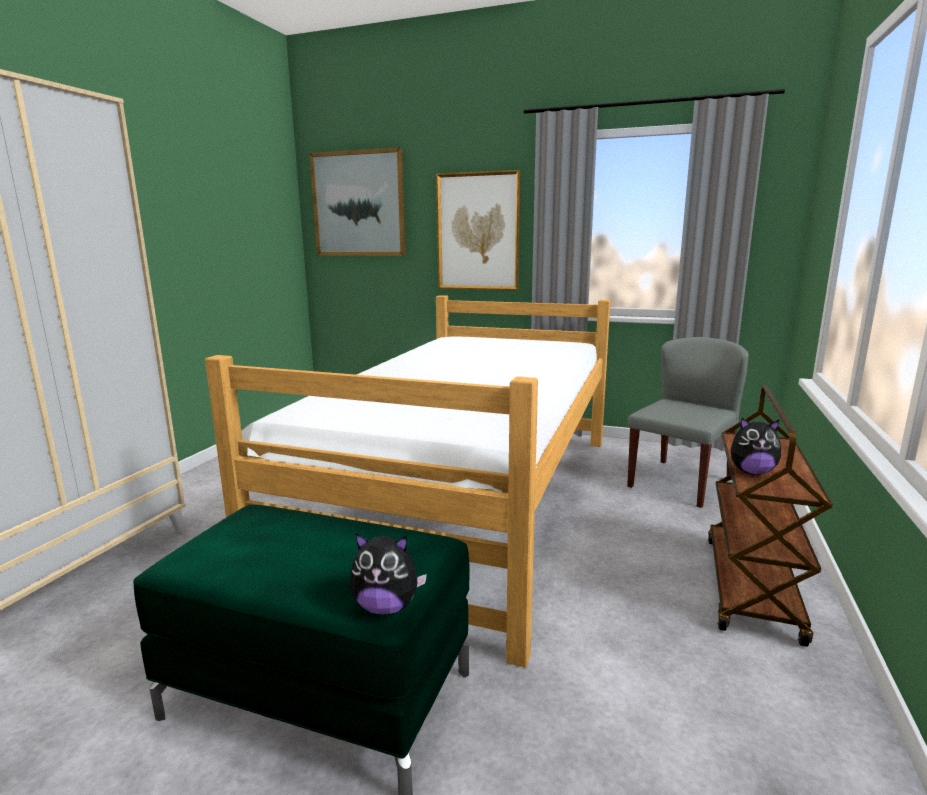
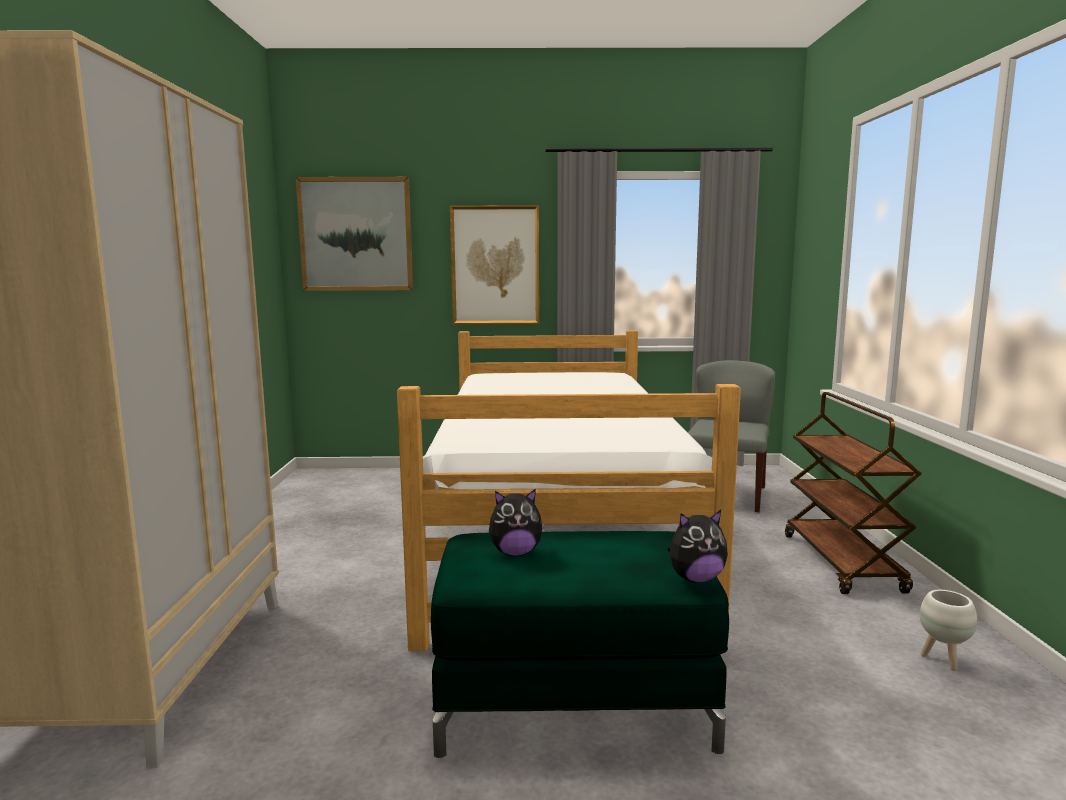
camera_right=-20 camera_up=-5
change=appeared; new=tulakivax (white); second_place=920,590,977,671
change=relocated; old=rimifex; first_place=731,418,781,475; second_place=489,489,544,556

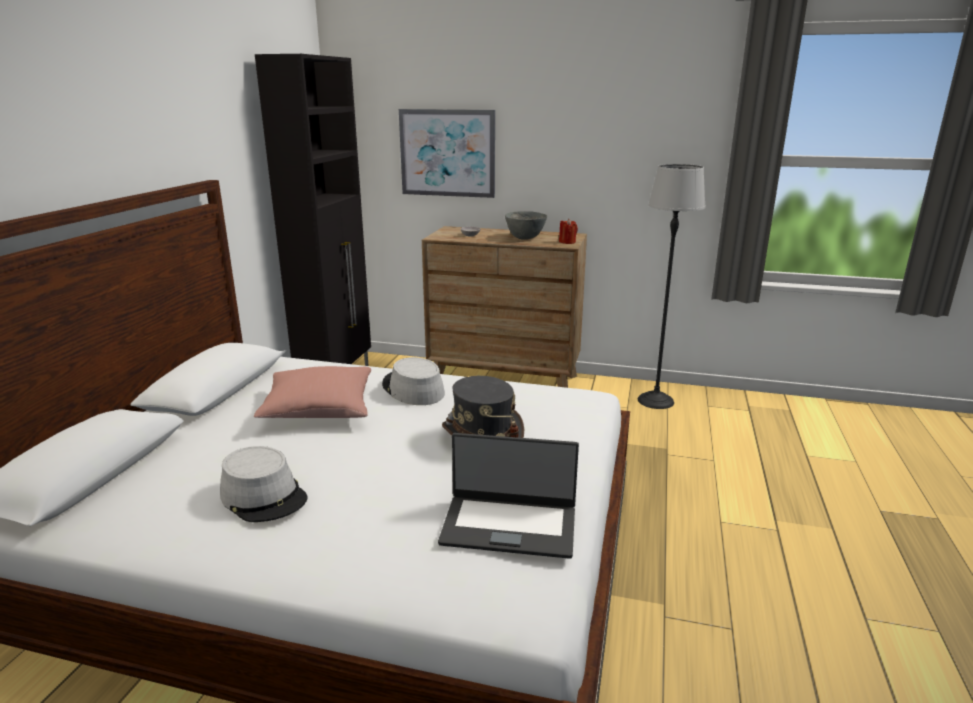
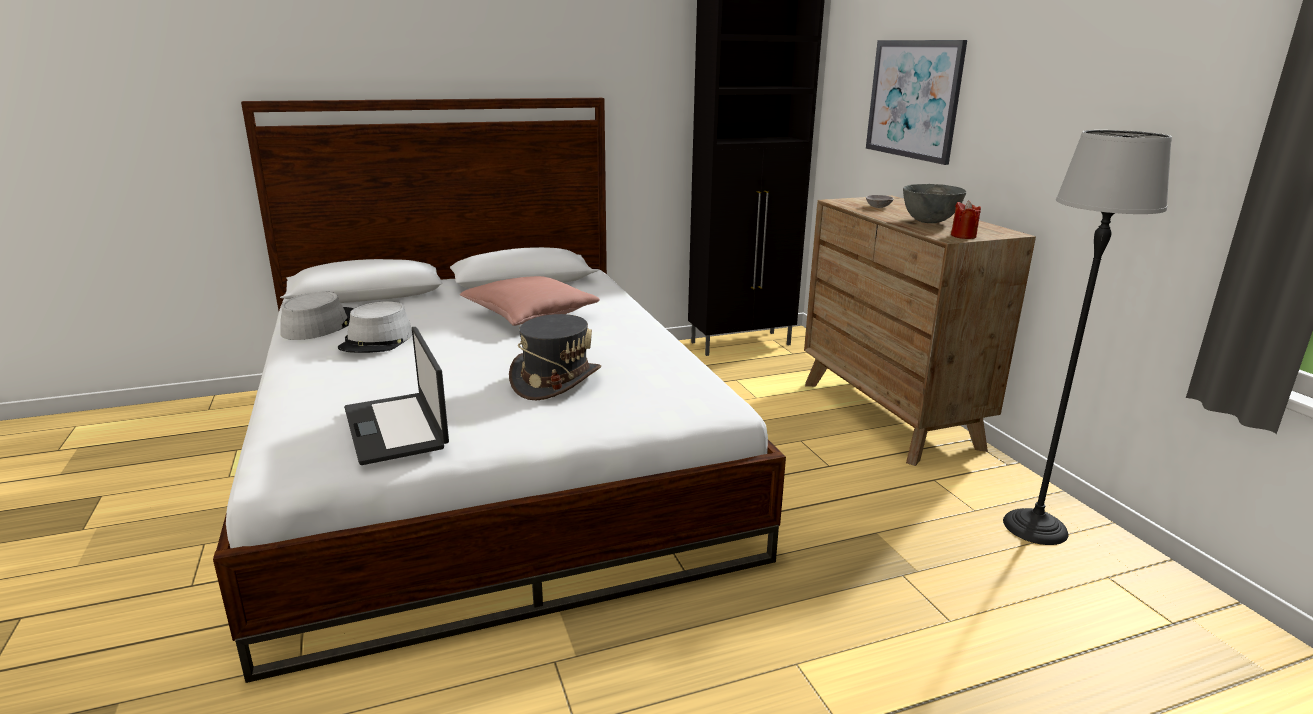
camera_right=55 camera_up=0
change=relocated; old=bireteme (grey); first_place=382,357,445,405; second_place=280,292,354,340

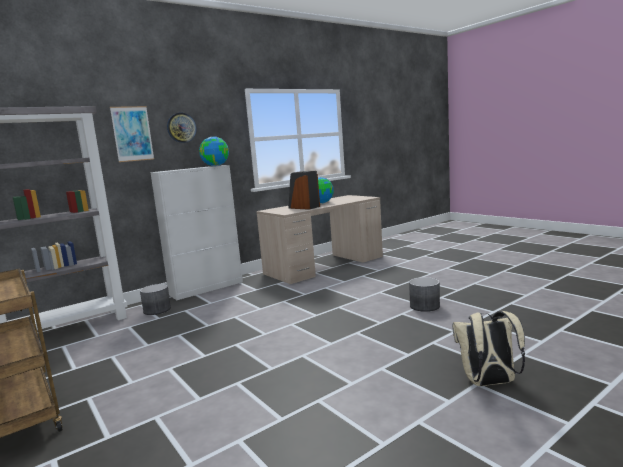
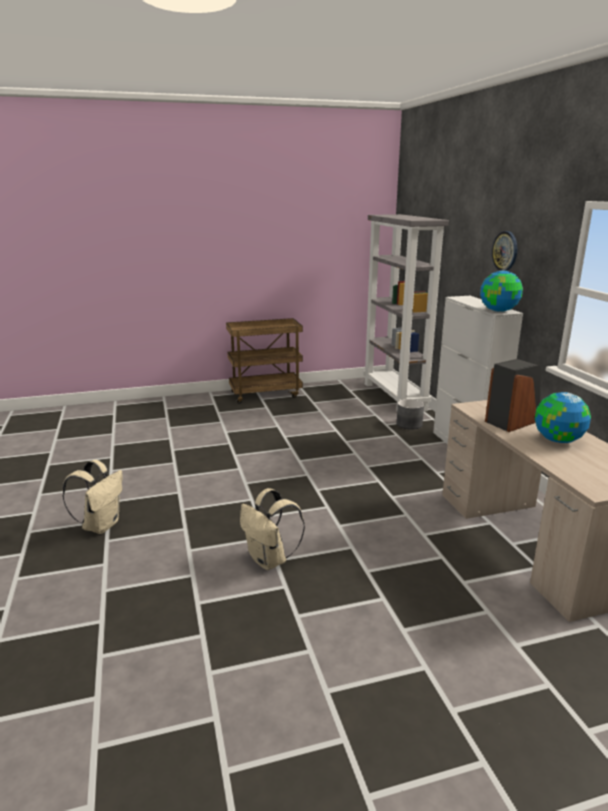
camera_right=110 camera_up=10
change=missing; old=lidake; first_place=110,106,154,162
change=exchanged; old=tulakivax (grey); new=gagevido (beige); first_place=409,277,440,312; second_place=240,488,305,570

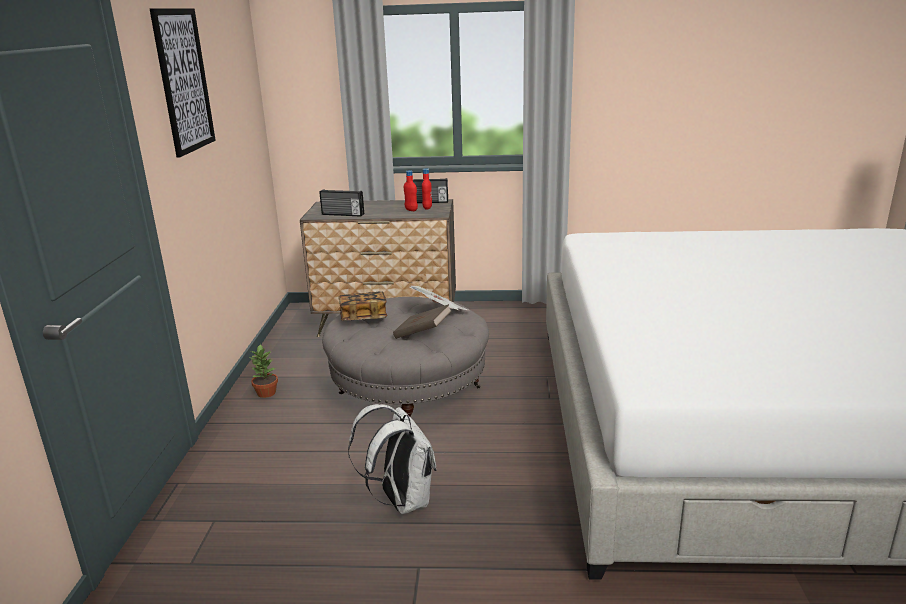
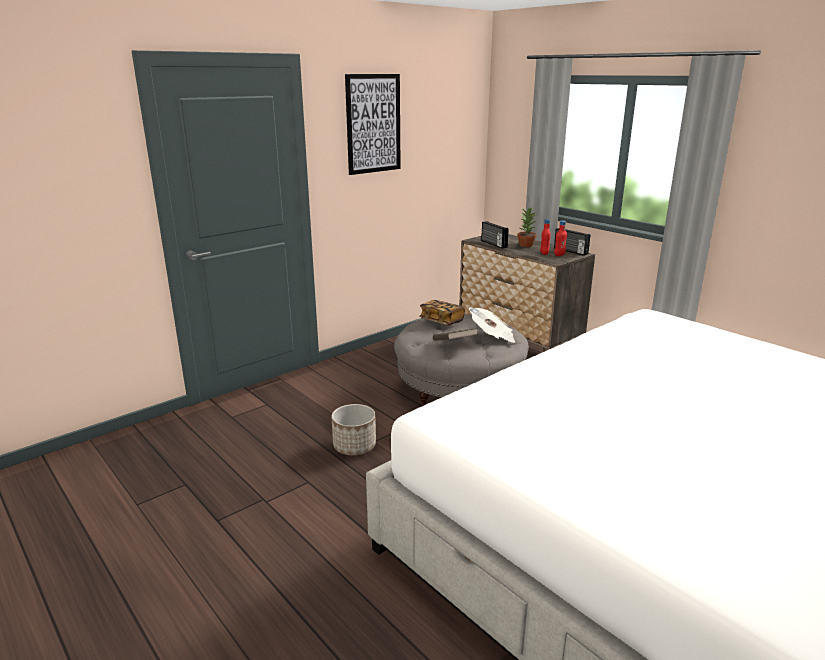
camera_right=45 camera_up=0
change=relocated; old=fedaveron; first_place=251,343,278,398; second_place=517,207,537,247
change=exchanged; old=gagevido (white); new=tulakivax; first_place=348,404,437,514; second_place=331,404,376,455

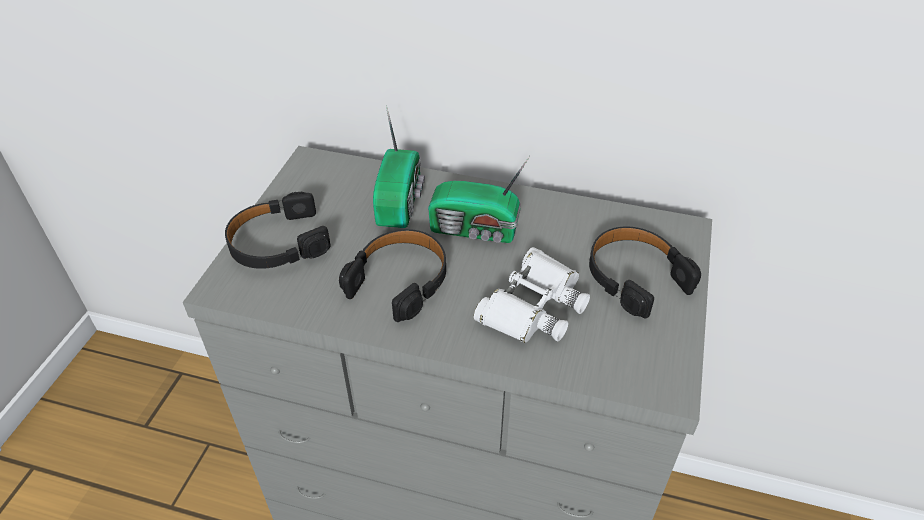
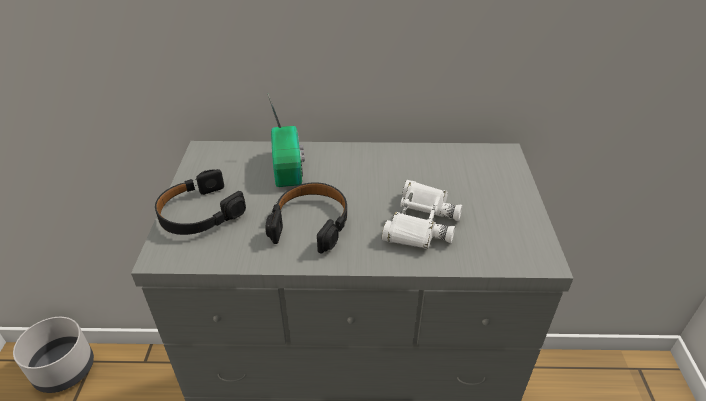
camera_right=-15 camera_up=-5
change=missing; old=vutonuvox; first_place=428,156,530,243
change=missing; old=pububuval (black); first_place=589,226,701,319
change=appeared; new=tulakivax (grey); second_place=13,317,94,393

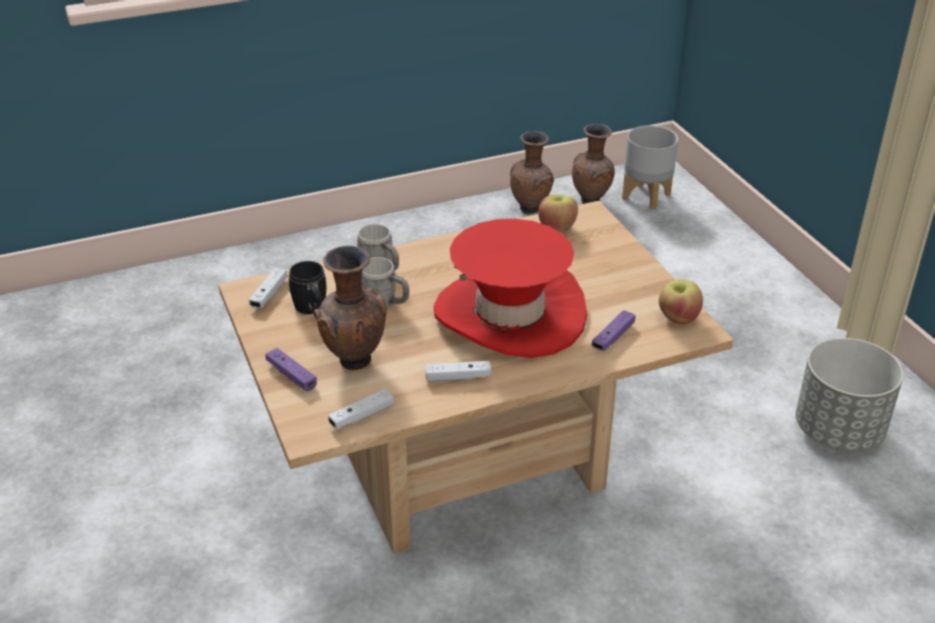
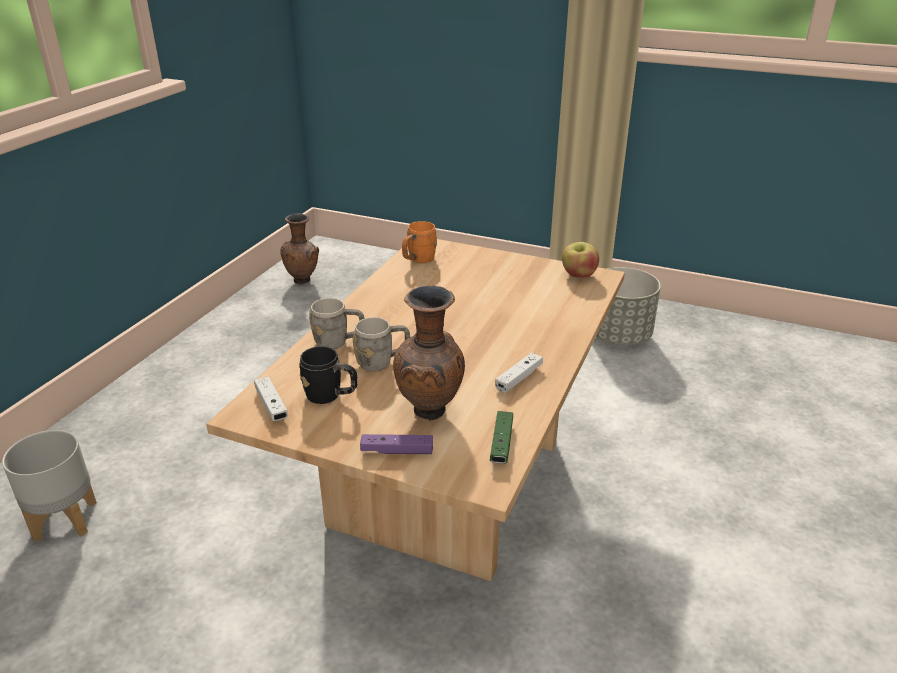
camera_right=-45 camera_up=-5
change=missing; old=bireteme (red); first_place=434,219,587,358
change=missing; old=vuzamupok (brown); first_place=510,131,554,214
change=missing; old=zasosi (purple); first_place=592,310,636,351
change=relocated; old=tulakivax (grey); first_place=622,125,678,209; second_place=2,430,97,542
change=exchanged; old=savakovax; new=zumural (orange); first_place=538,194,578,232; second_place=402,221,437,263
change=colour; old=zasosi (white); new=zasosi (green); first_place=328,389,394,429; second_place=490,411,513,464

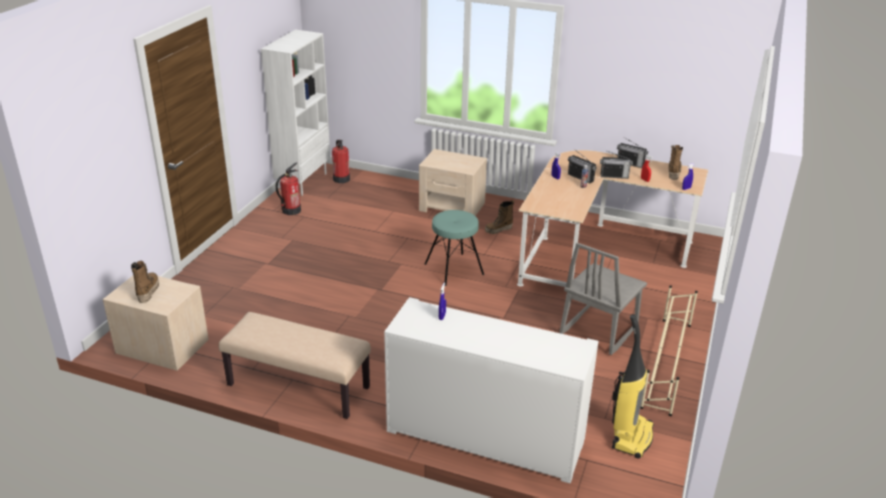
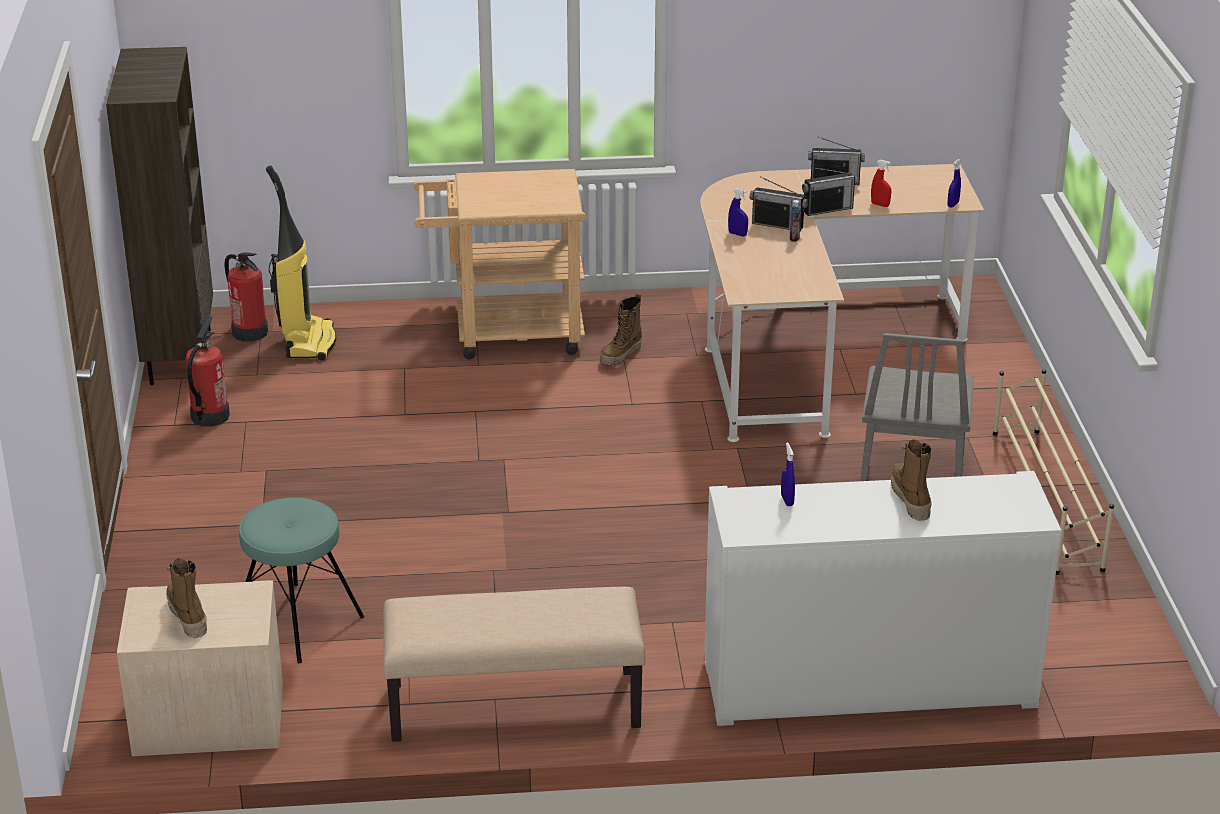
camera_right=-25 camera_up=0
change=relocated; old=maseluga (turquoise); first_place=425,210,484,286; second_place=239,498,364,664
change=relocated; old=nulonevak; first_place=612,314,654,459; second_place=266,165,336,360
change=relocated; old=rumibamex; first_place=668,145,683,180; second_place=891,439,931,521
change=exchanged; old=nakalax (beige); new=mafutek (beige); first_place=419,149,487,216; second_place=414,169,585,360
change=colour; old=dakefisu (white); new=dakefisu (brown); first_place=261,29,330,196; second_place=106,47,213,385

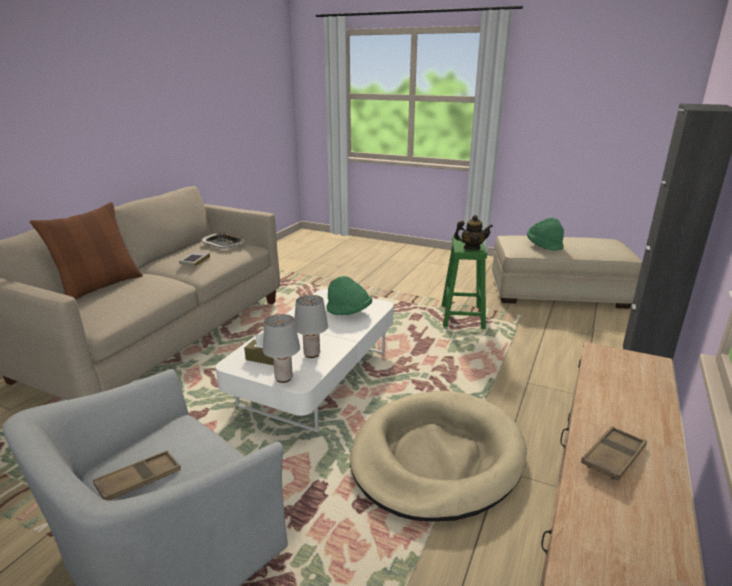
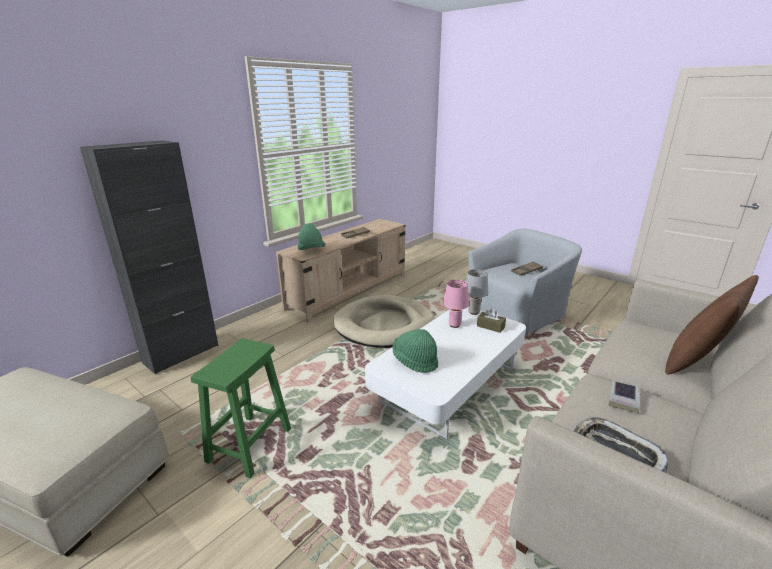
camera_right=-165 camera_up=0
change=missing; old=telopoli; first_place=454,215,493,250
change=relocated; old=bireteme (green); first_place=527,218,564,251; second_place=297,223,326,250
change=colour; old=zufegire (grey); new=zufegire (pink); first_place=294,295,328,358; second_place=443,280,469,328

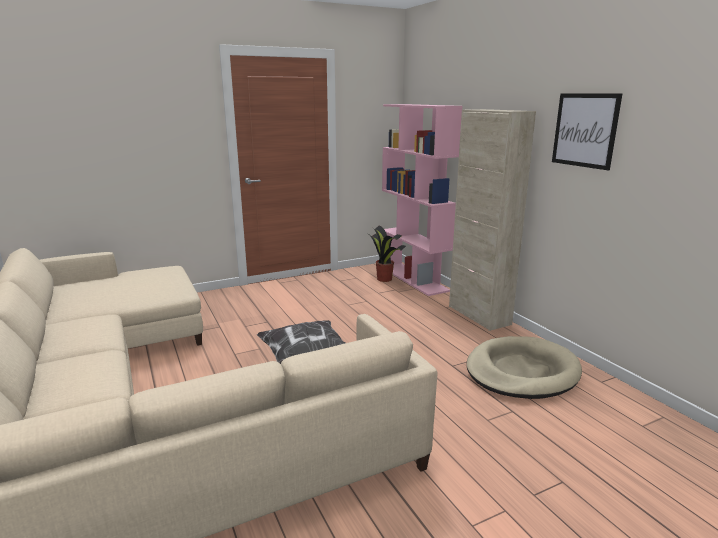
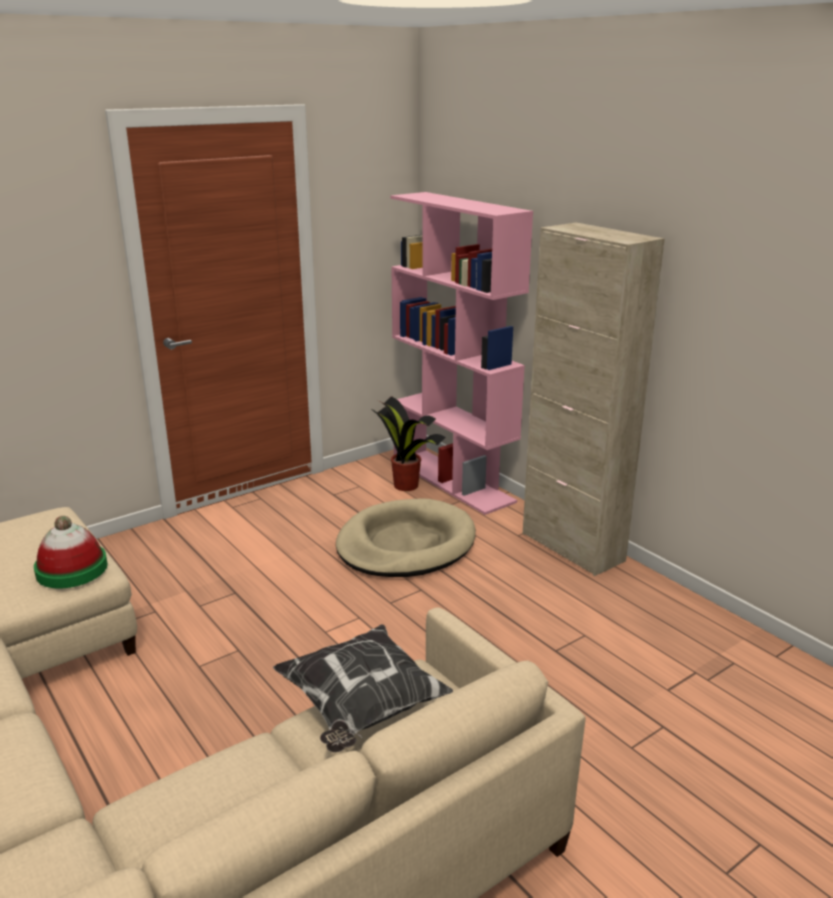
camera_right=-10 camera_up=5
change=missing; old=lidake; first_place=552,93,623,171
change=appeared; new=bireteme; second_place=34,516,108,588
change=relocated; old=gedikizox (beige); first_place=466,336,582,399; second_place=336,498,476,577

